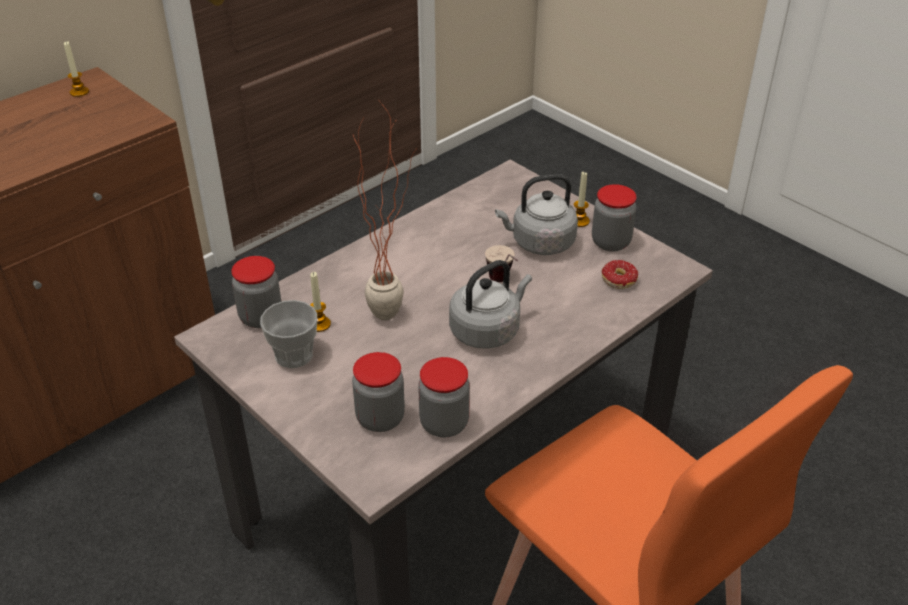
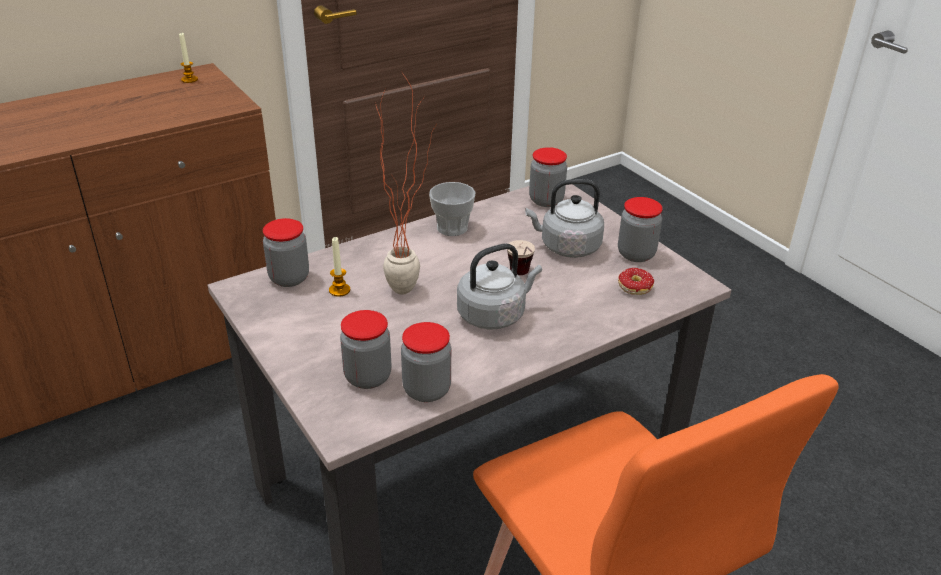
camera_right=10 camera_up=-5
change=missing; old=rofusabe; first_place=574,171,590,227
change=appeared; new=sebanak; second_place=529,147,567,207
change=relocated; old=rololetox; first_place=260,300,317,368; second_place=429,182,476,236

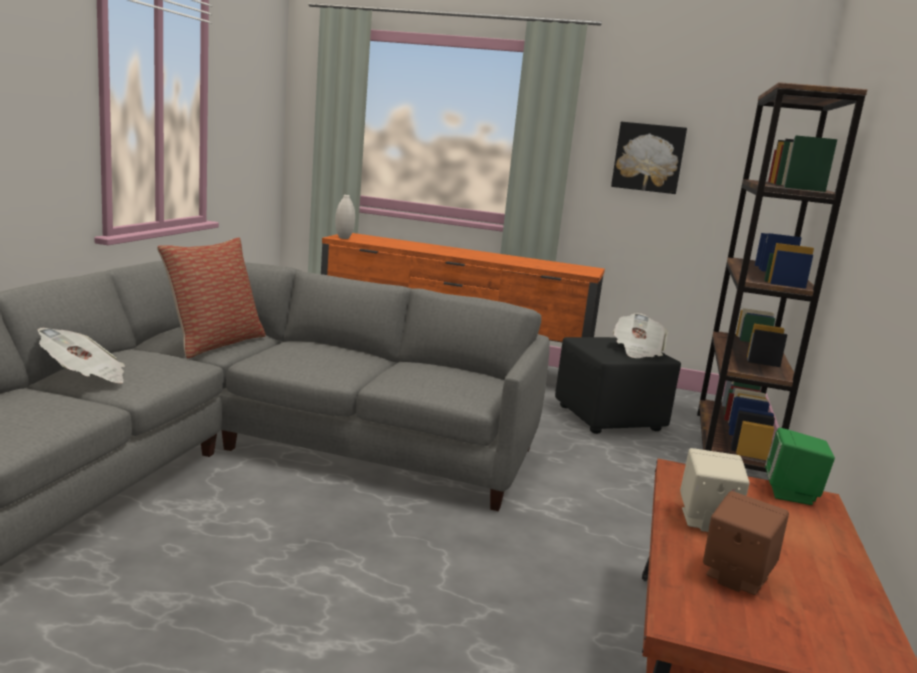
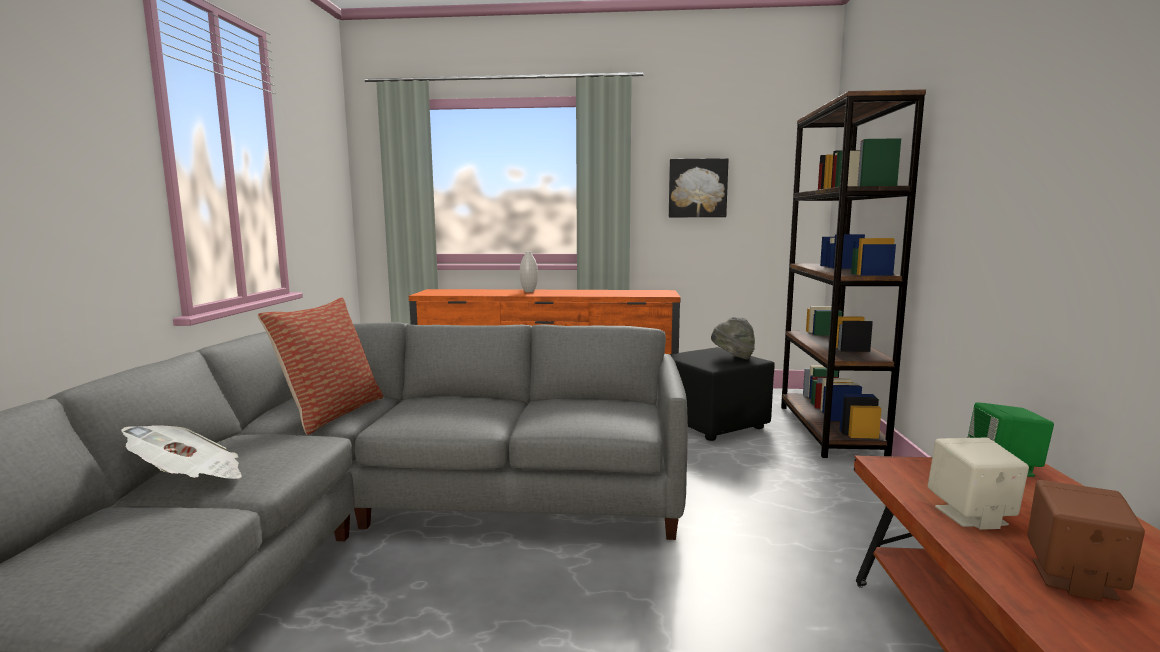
camera_right=-10 camera_up=-5
change=relocated; old=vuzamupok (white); first_place=335,195,355,239; second_place=520,251,538,292
change=exchanged; old=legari; new=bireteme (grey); first_place=613,313,668,358; second_place=711,317,755,360

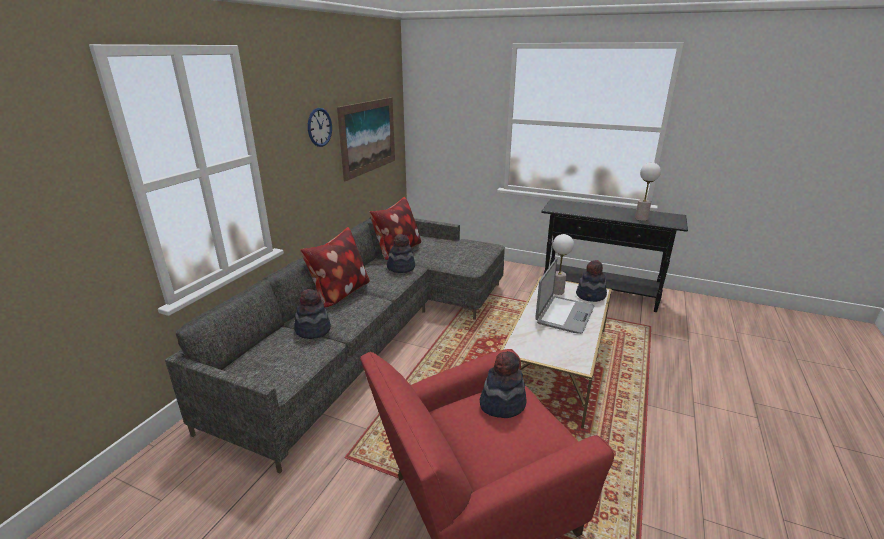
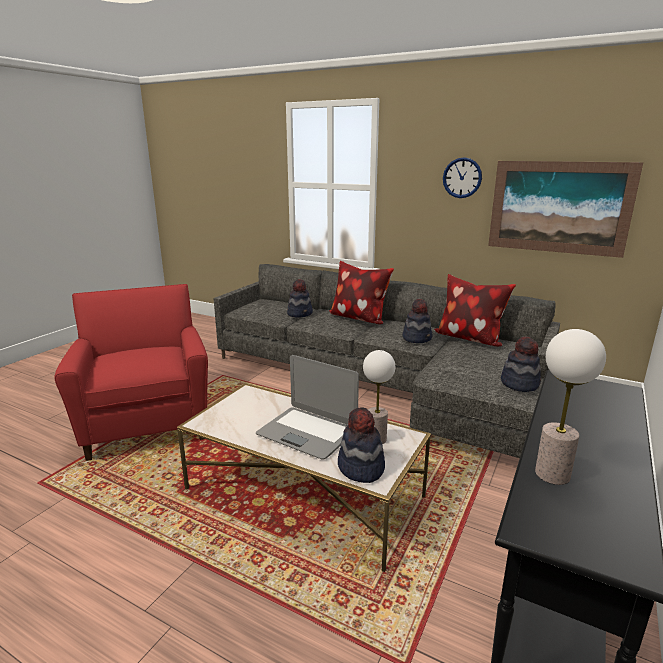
camera_right=95 camera_up=-5
change=relocated; old=bireteme; first_place=480,351,527,418; second_place=501,336,541,392

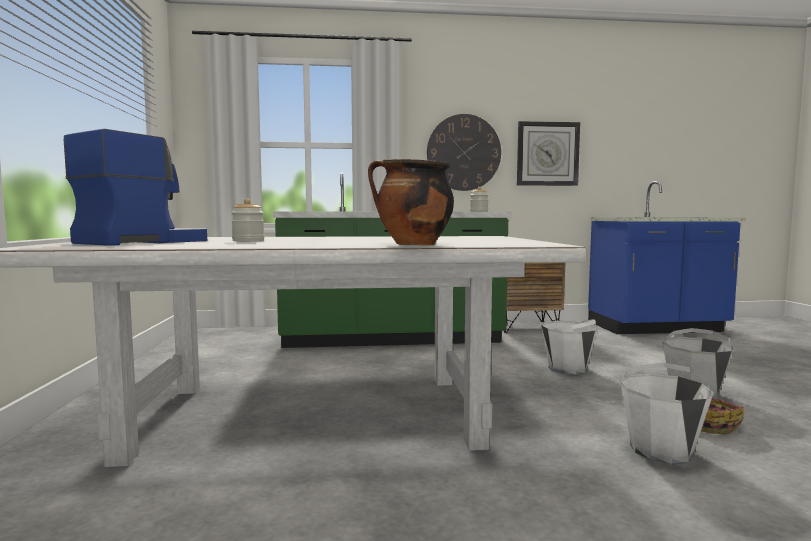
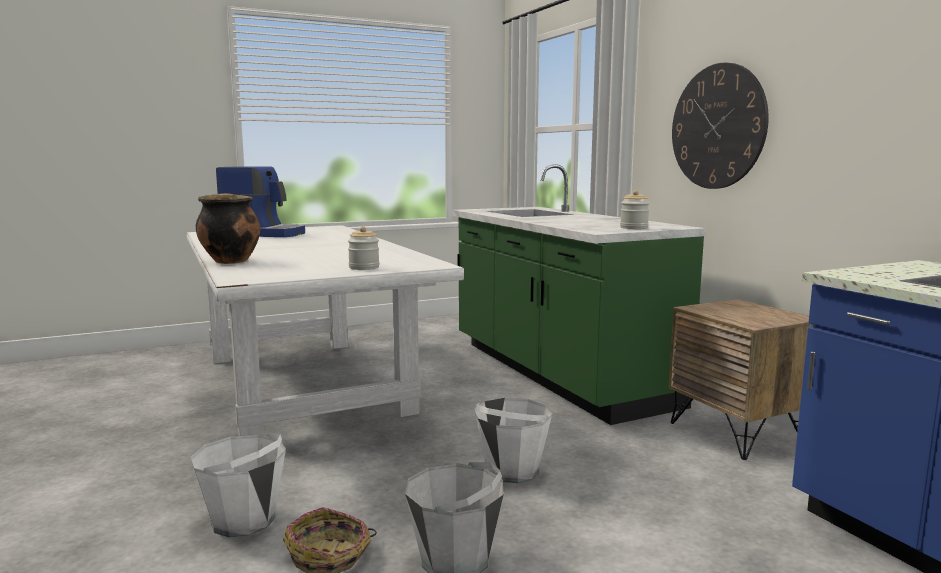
camera_right=70 camera_up=5
change=missing; old=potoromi; first_place=517,121,580,186
change=relocated; old=sebanak; first_place=231,199,264,242; second_place=348,226,379,270

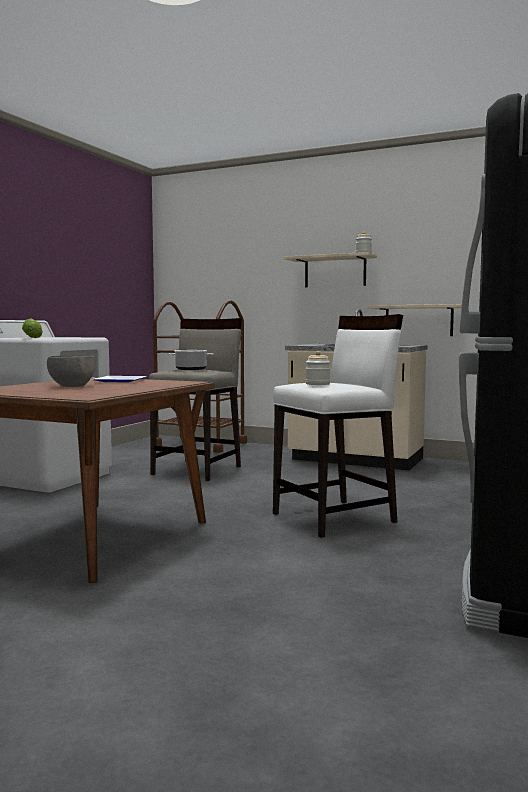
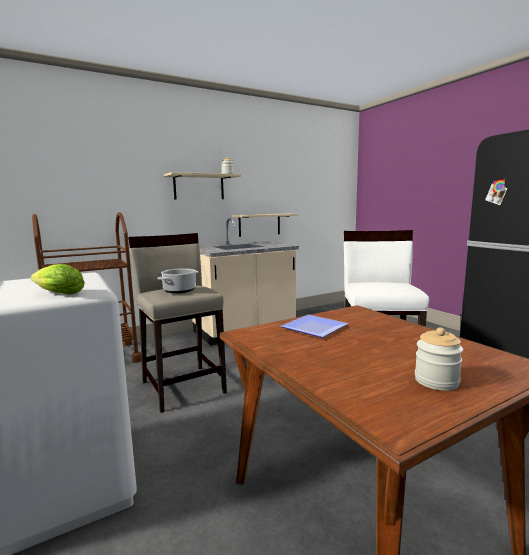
camera_right=-55 camera_up=5
change=missing; old=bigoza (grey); first_place=47,356,95,387
change=relocated; old=sebanak; first_place=306,351,330,385; second_place=415,327,463,391

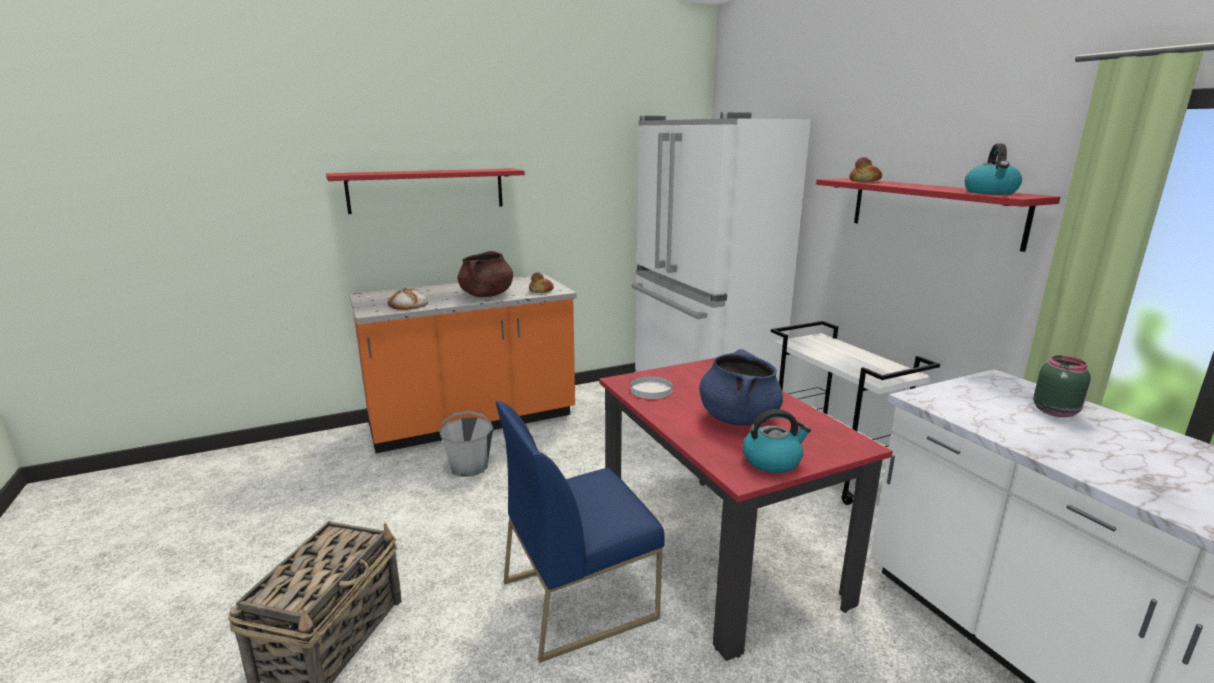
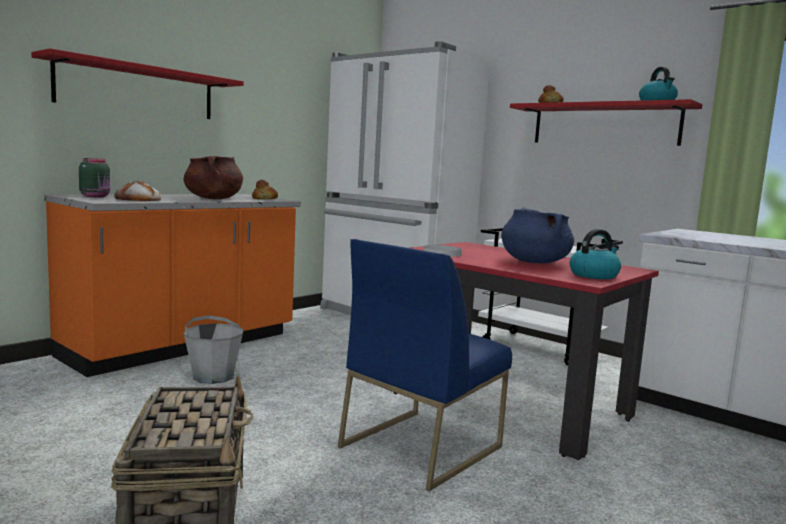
camera_right=-25 camera_up=-10
change=relocated; old=sebanak (green); first_place=1033,356,1091,417; second_place=79,158,110,197

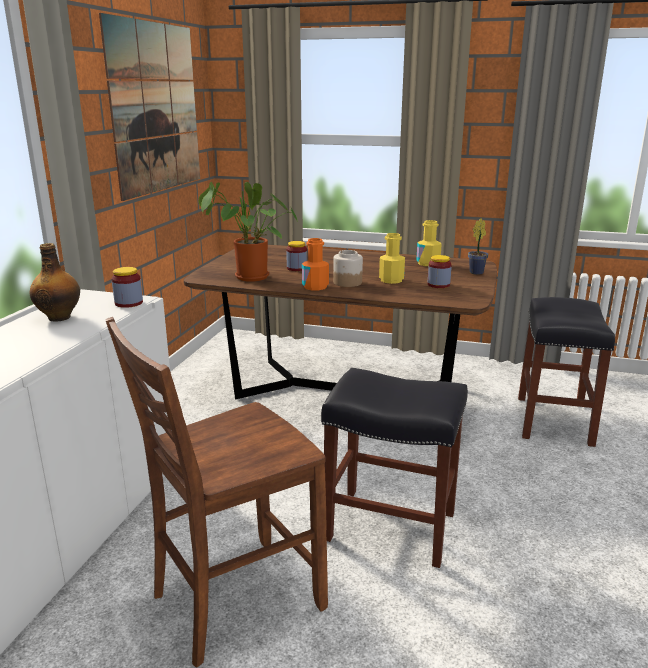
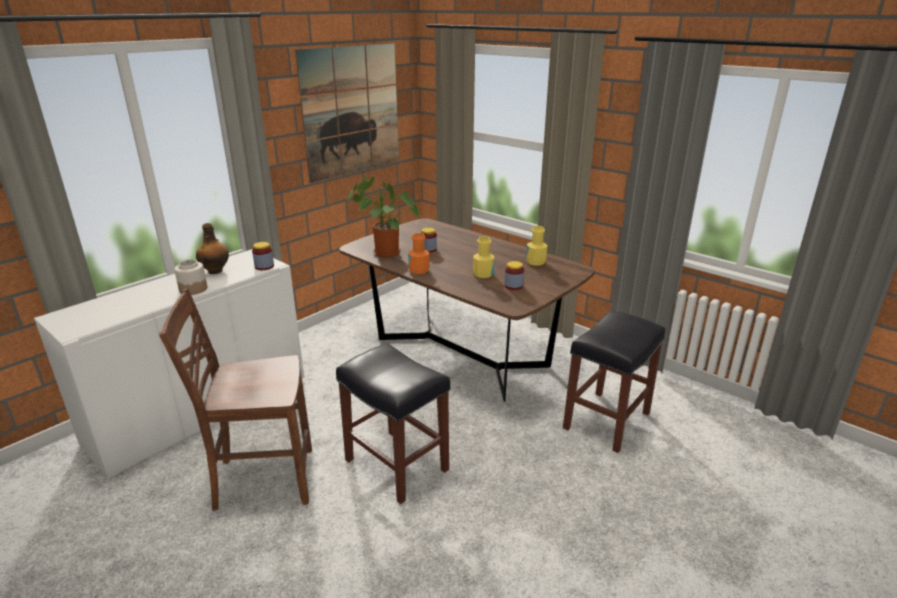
camera_right=25 camera_up=5
change=missing; old=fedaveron; first_place=468,218,489,275
change=relocated; old=sebanak; first_place=333,250,363,287; second_place=174,260,207,295

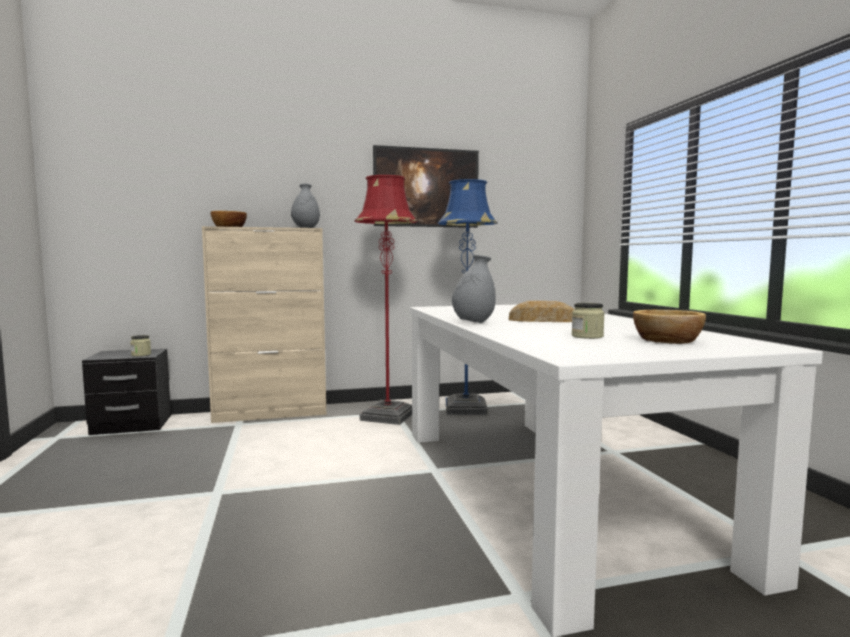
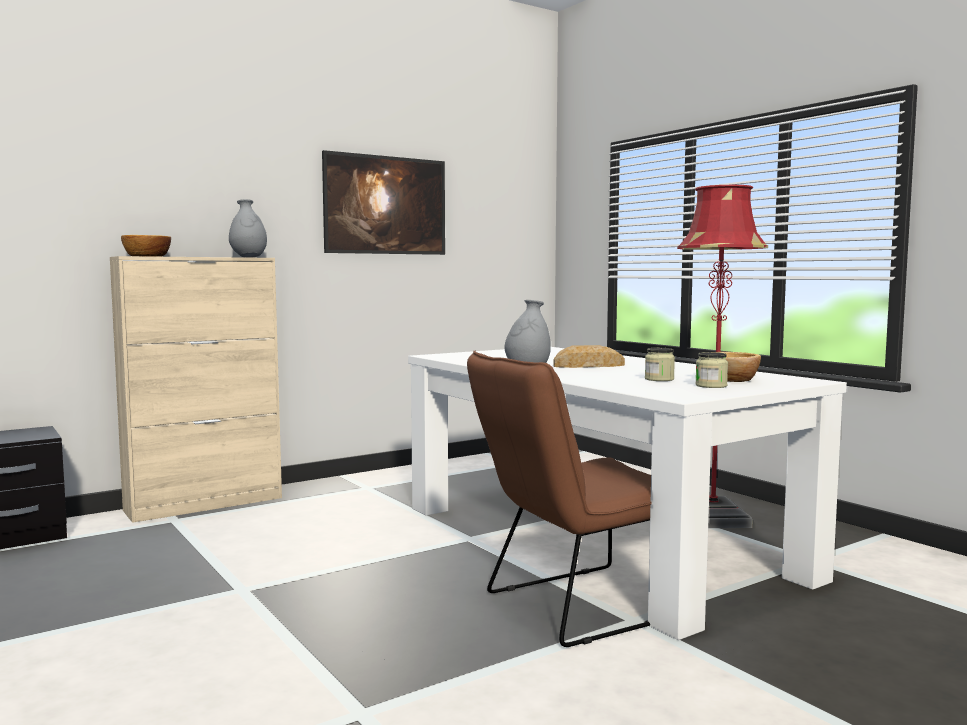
camera_right=-20 camera_up=0
change=missing; old=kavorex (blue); first_place=438,179,498,415
change=appeared; new=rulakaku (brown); second_place=467,351,652,647
change=relocated; old=sebanak; first_place=130,335,151,356; second_place=695,352,728,388
change=relocated; old=kavorex (red); first_place=354,175,418,425; second_place=677,185,768,528

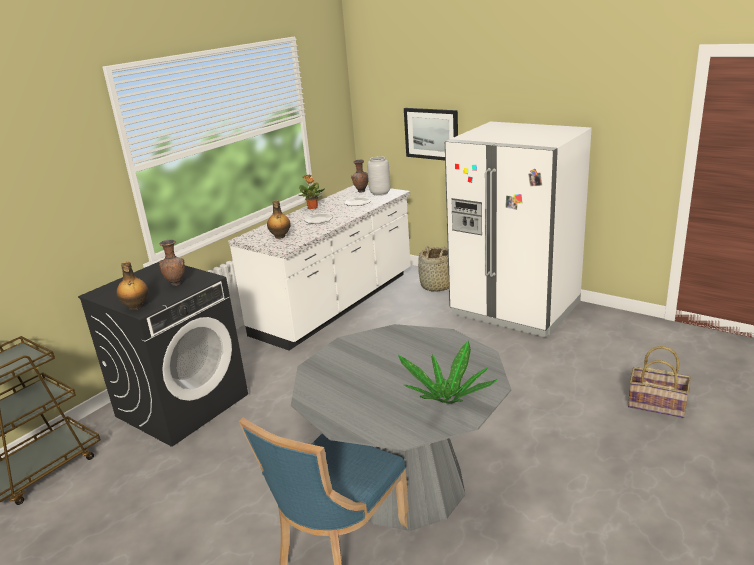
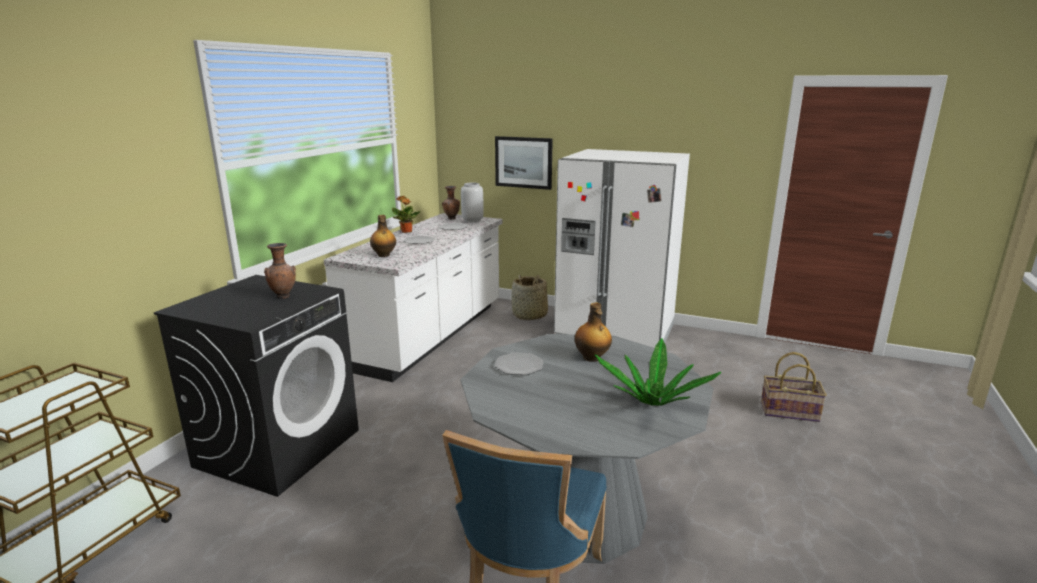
camera_right=-15 camera_up=-5
change=appeared; new=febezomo; second_place=495,352,544,375
change=relocated; old=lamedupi; first_place=117,262,148,310; second_place=575,302,612,362

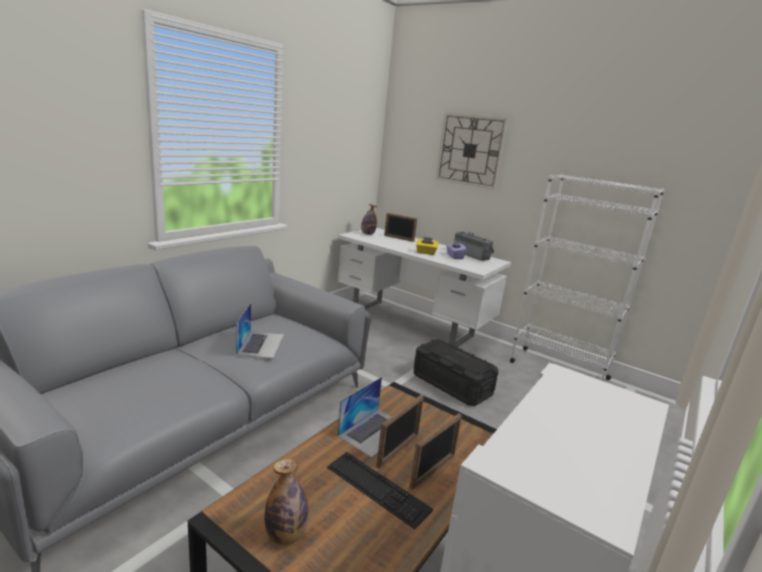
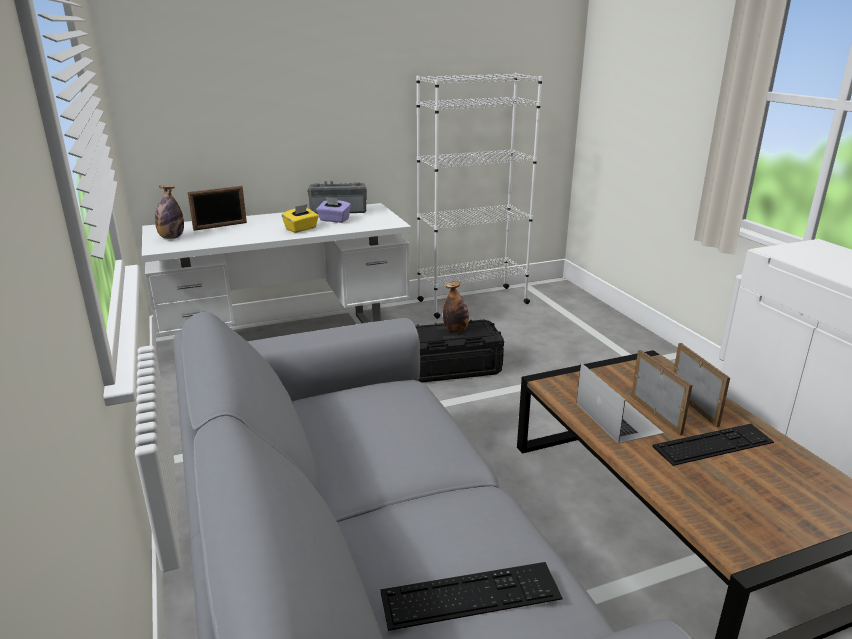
camera_right=-55 camera_up=5
change=missing; old=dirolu; first_place=236,303,284,358
change=missing; old=potoromi; first_place=436,113,508,190
change=appeared; new=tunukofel; second_place=381,562,563,631
change=relocated; old=lamedupi; first_place=265,459,308,545; second_place=443,281,469,333

